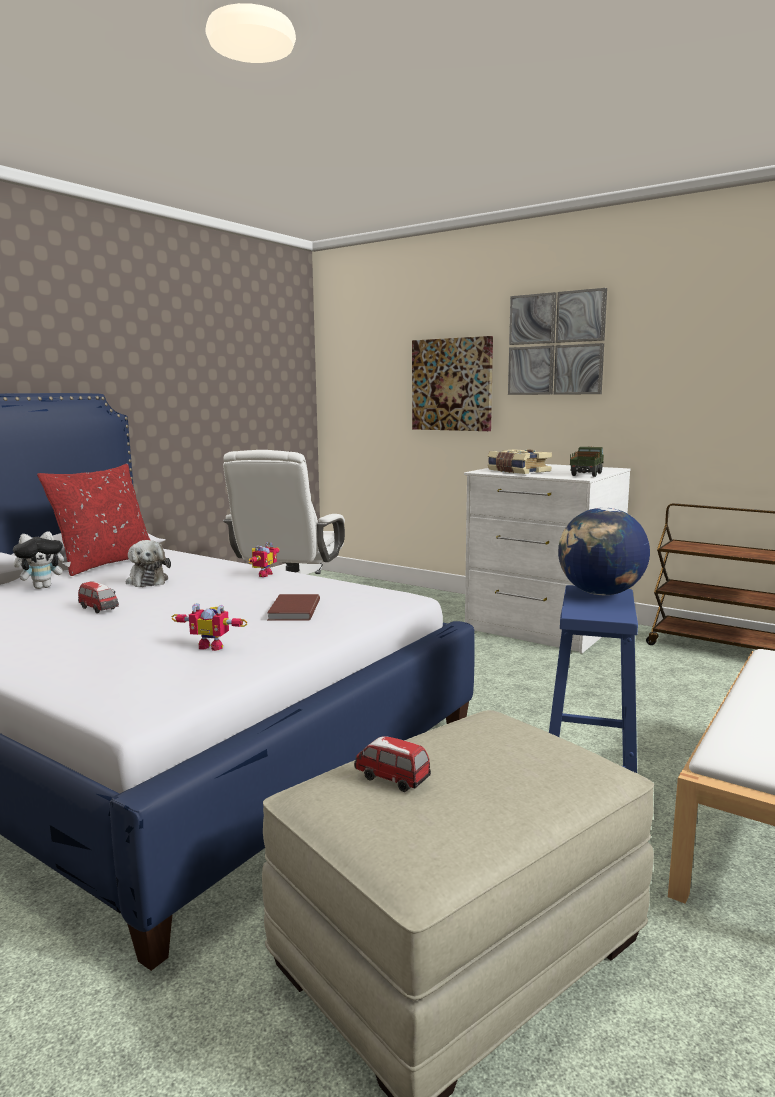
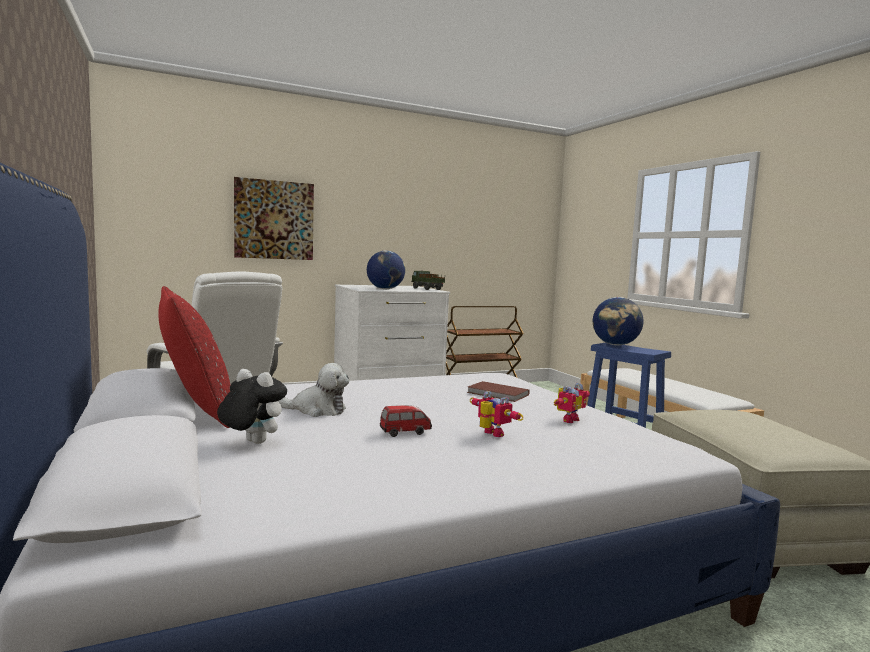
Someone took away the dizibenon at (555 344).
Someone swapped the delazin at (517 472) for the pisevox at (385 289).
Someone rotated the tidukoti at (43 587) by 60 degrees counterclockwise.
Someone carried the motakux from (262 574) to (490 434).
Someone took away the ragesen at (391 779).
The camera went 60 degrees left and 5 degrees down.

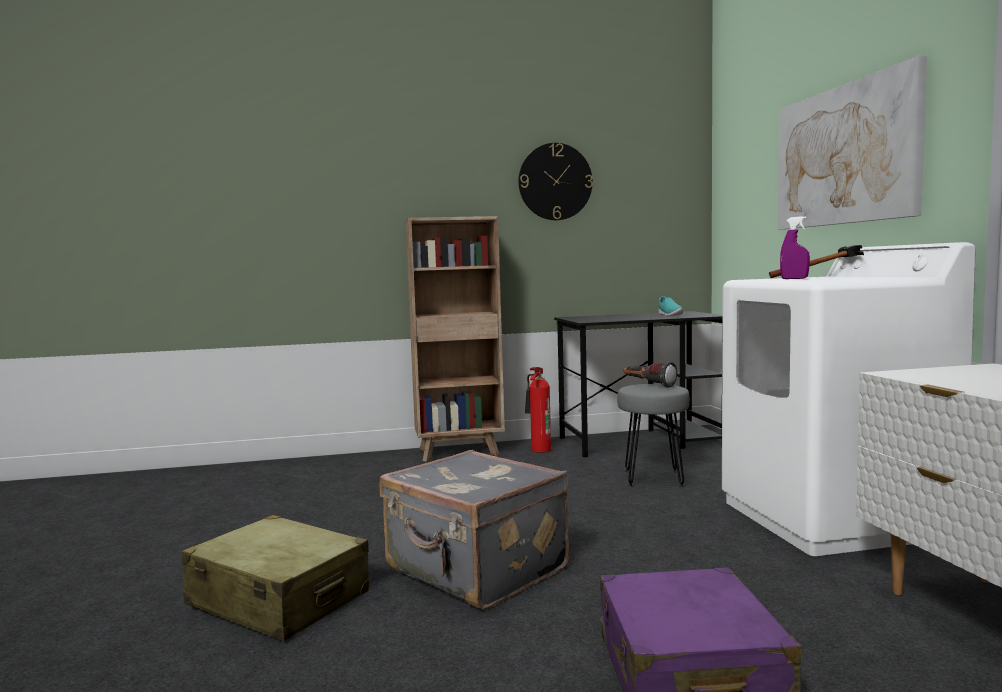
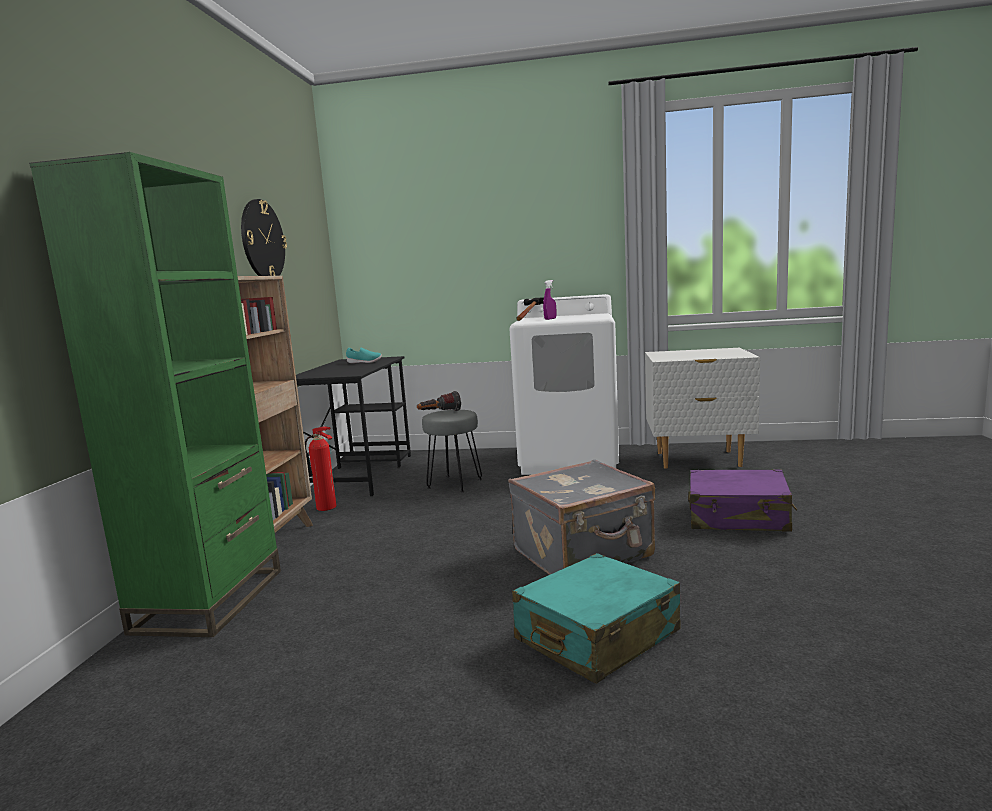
Someone took away the dizibenon at (844 155).
Someone repainted the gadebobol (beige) at (279 599), which became the gadebobol (turquoise) at (596 636).
Someone put down the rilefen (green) at (210 600).
The camera went 70 degrees left and 5 degrees up.

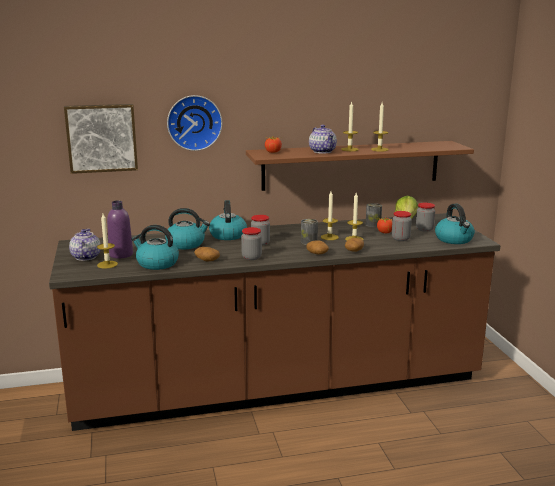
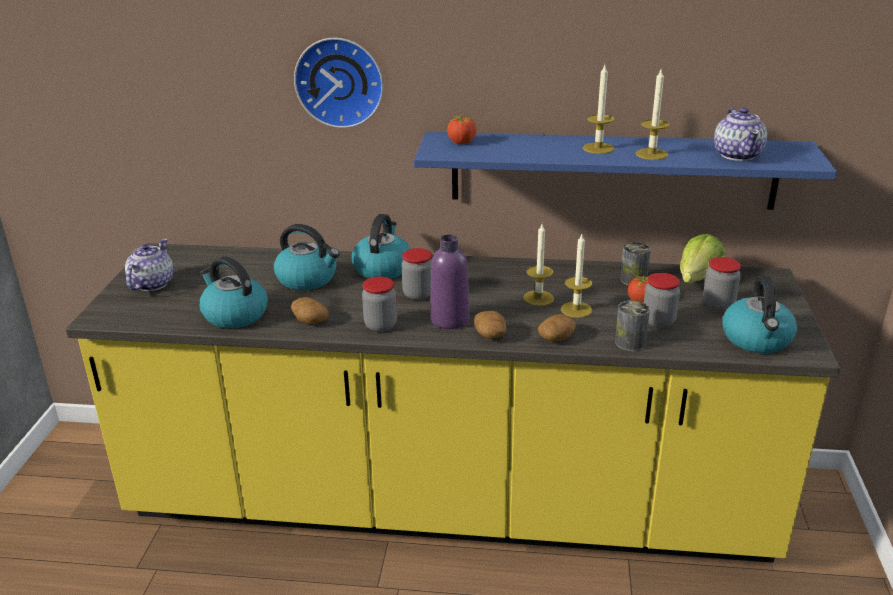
Someone took away the dizibenon at (101 138).
Someone carried the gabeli from (322 151) to (737 155).
Someone repainted the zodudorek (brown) at (351 165), which became the zodudorek (blue) at (612 170).
Someone carried the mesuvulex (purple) from (121 254) to (450 320).
Someone repainted the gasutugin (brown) at (277 386), which became the gasutugin (yellow) at (449 503).
Someone took away the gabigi at (107 264).
Someone carried the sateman from (309 242) to (630 343).
The camera went 20 degrees right and 10 degrees up.

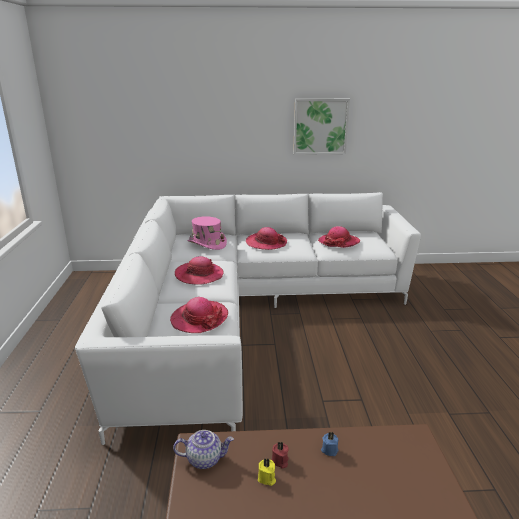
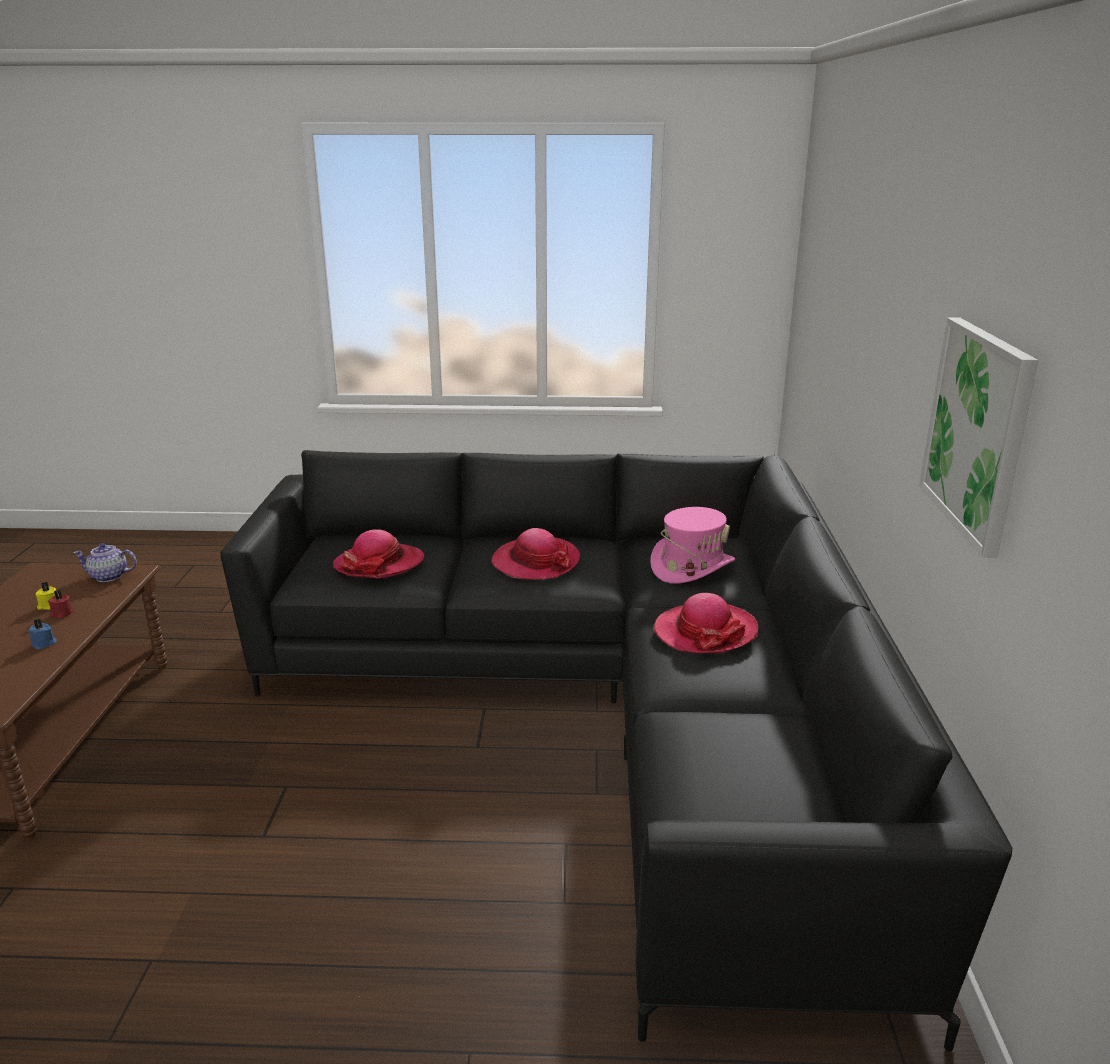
Someone repainted the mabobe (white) at (244 312), which became the mabobe (black) at (607 714).
Someone took away the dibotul at (339 242).
Someone rotated the gabeli at (205 459) by 90 degrees clockwise.
The camera went 95 degrees right and 0 degrees up.

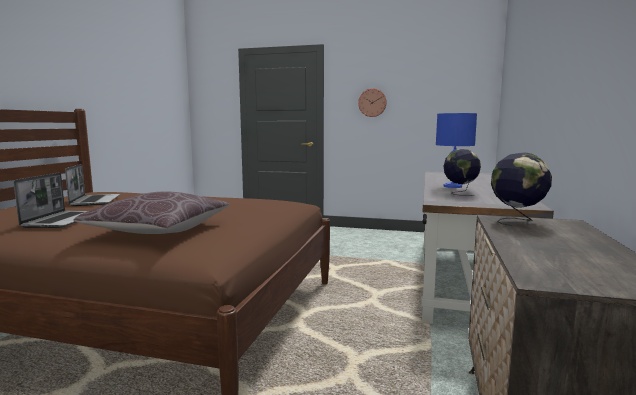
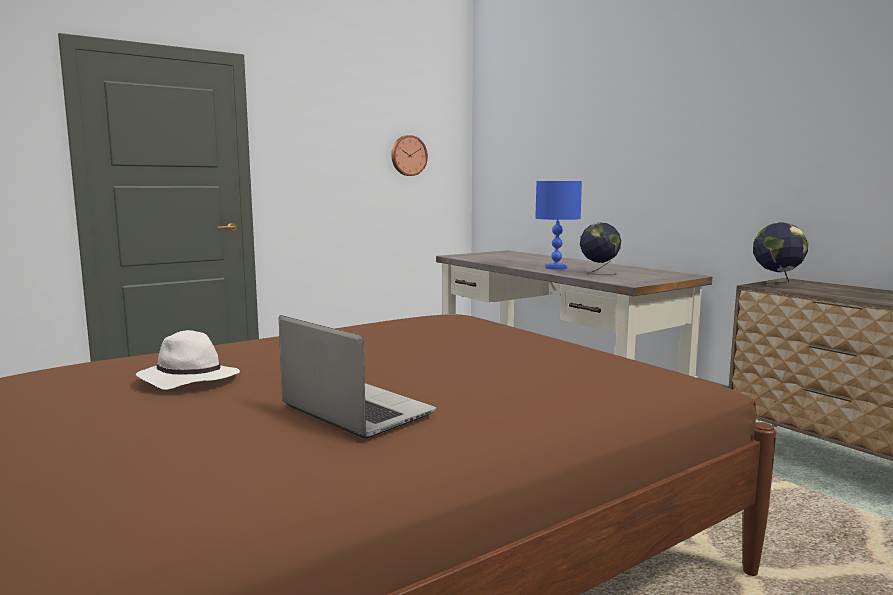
Someone carried the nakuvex from (372 102) to (408 155).
Someone swapped the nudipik at (95 201) for the dibotul (white) at (188 380).
Someone took away the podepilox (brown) at (159 230).
The camera went 50 degrees left and 0 degrees up.

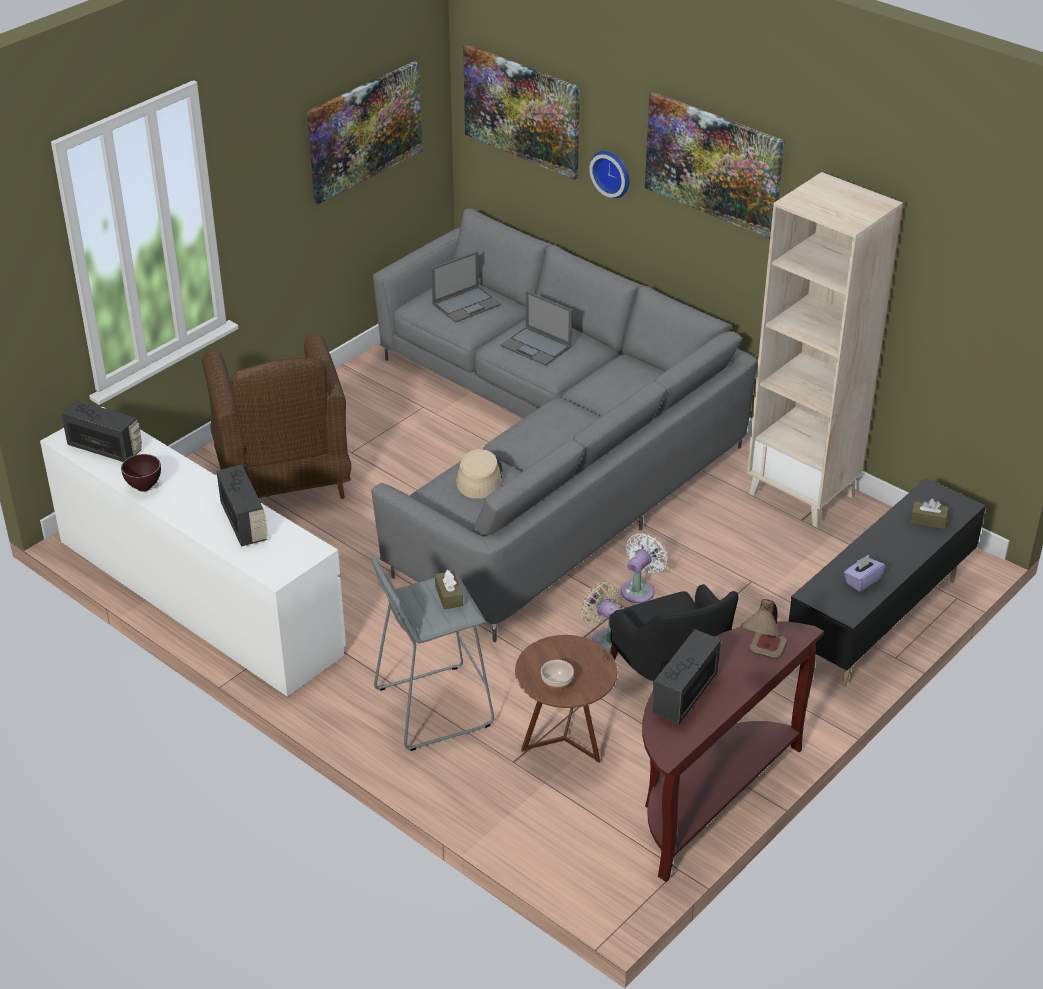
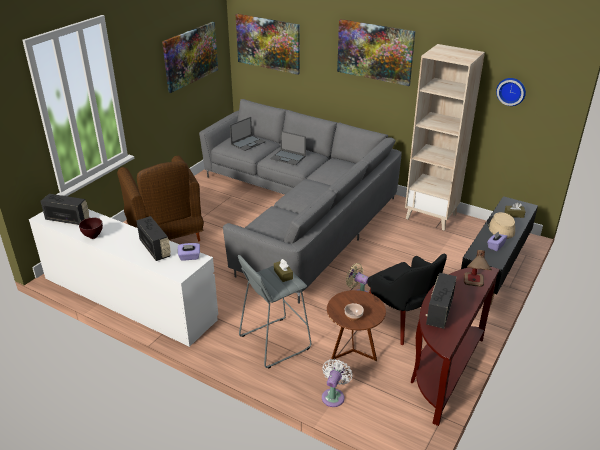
Someone carried the nakuvex from (612 172) to (511 91).
Someone carried the dibotul (beige) from (479 477) to (500 228).
Someone carried the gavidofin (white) from (639 589) to (334 396).
Someone put down the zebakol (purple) at (189 257).
The camera went 10 degrees left and 5 degrees down.

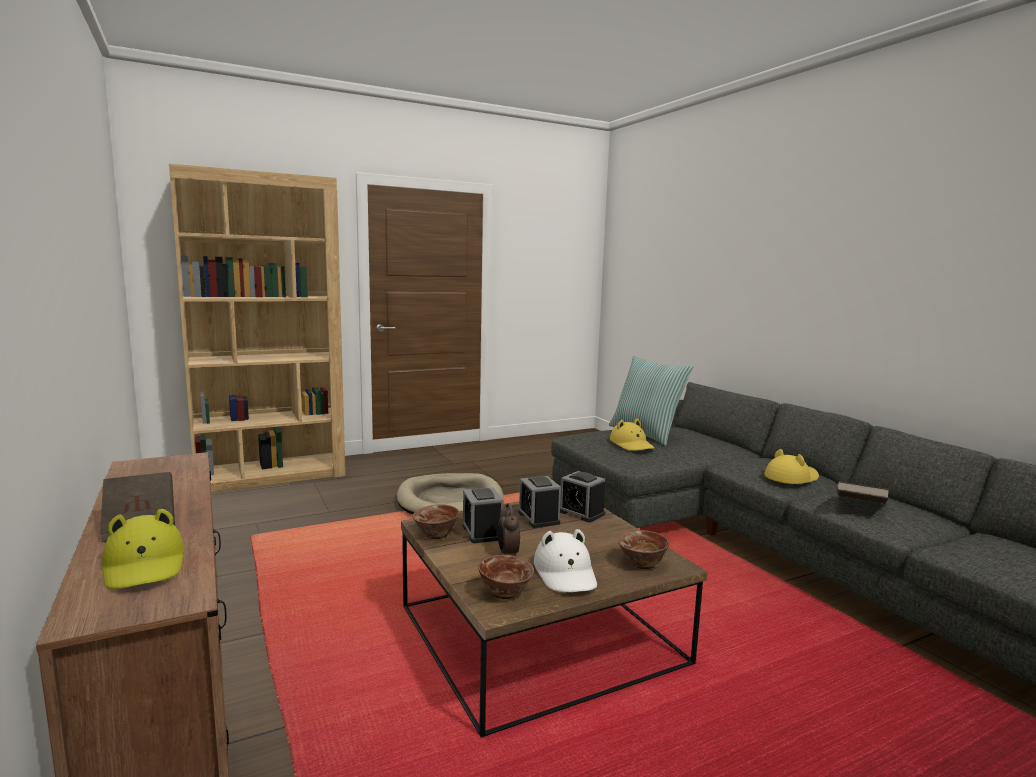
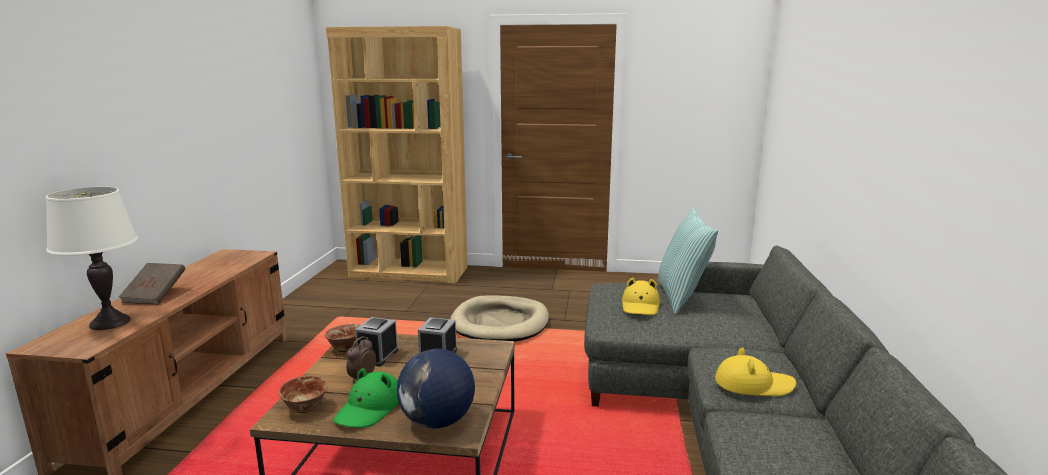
Someone took away the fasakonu at (581 512).
Someone took away the delazin (brown) at (859 507).
Someone swapped the dibotul (yellow) at (145 565) for the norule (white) at (110 322).
Someone repainted the dibotul (white) at (566 573), which became the dibotul (green) at (369 408).
Someone swapped the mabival at (642 564) for the pisevox at (437 422).
The camera went 35 degrees right and 5 degrees up.

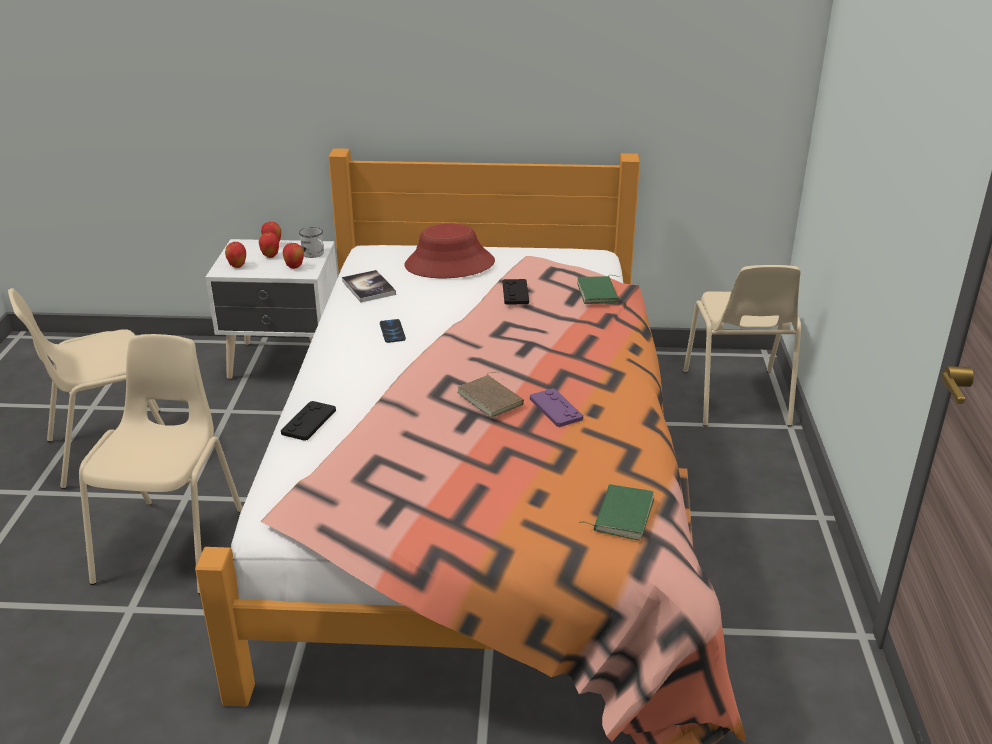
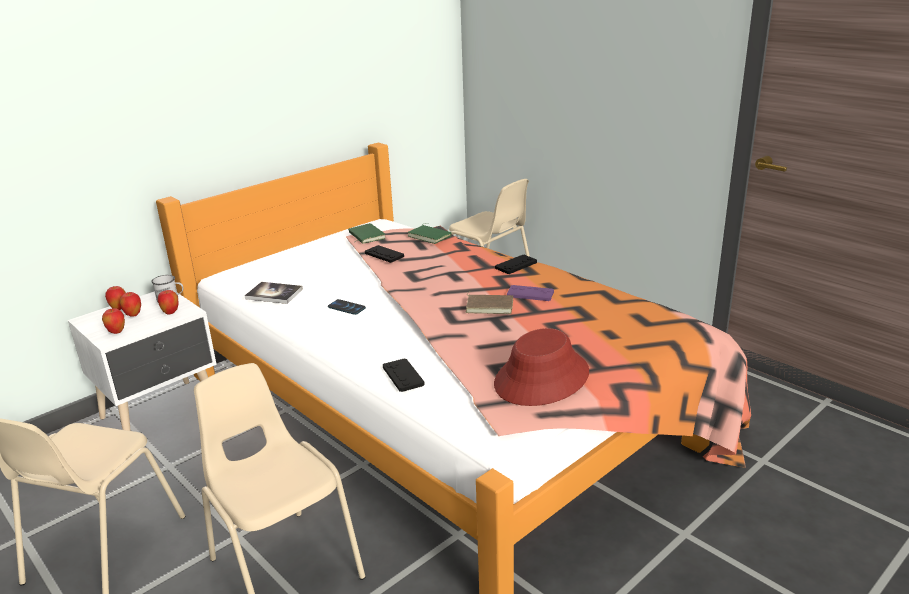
Someone carried the dibotul (red) from (449 264) to (542 378).
Someone carried the delazin (green) from (621 514) to (365 236).
Someone put down the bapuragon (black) at (516 265).
The camera went 45 degrees left and 5 degrees down.

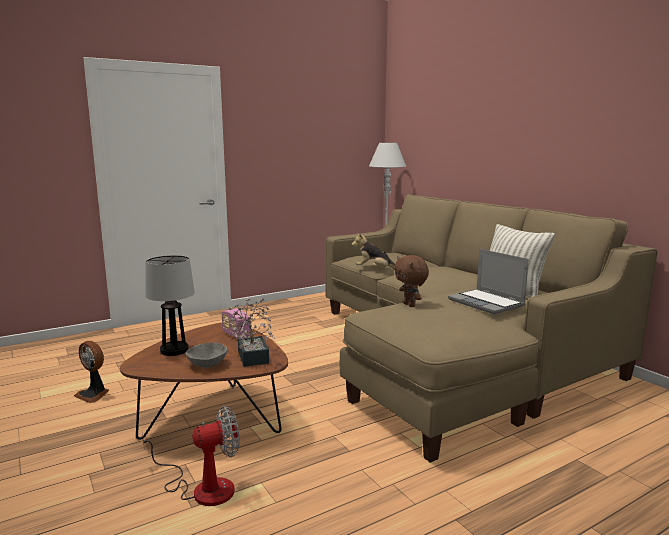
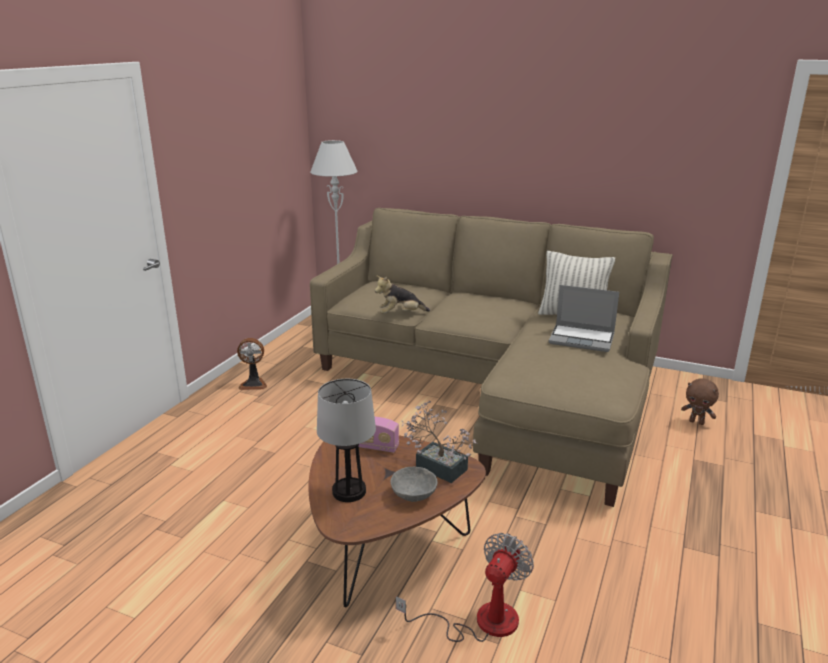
Someone carried the tidukoti (brown) from (410 305) to (697 422).
Someone carried the gavidofin from (93 394) to (254 384).
The camera went 35 degrees left and 10 degrees up.

